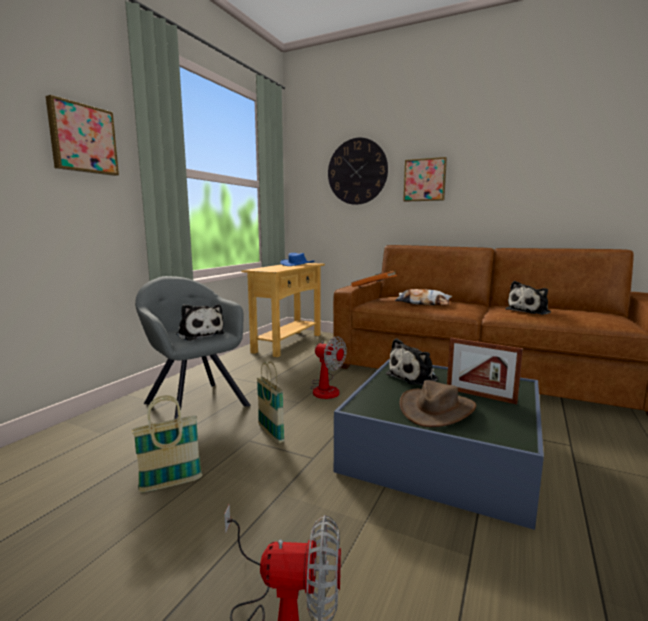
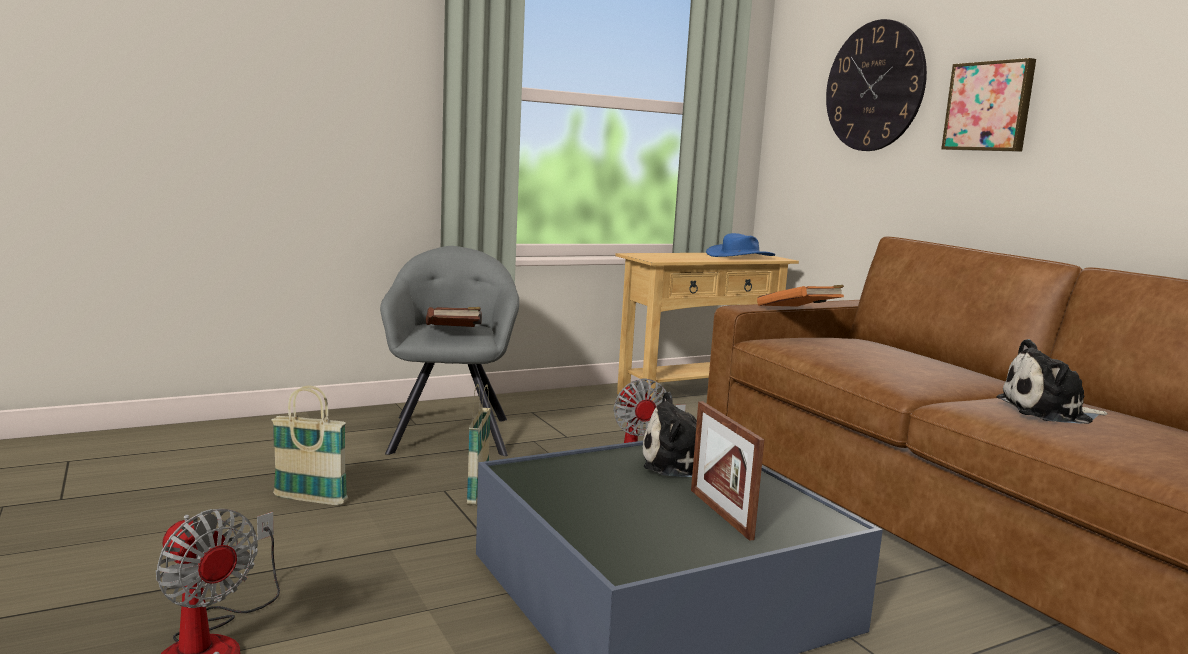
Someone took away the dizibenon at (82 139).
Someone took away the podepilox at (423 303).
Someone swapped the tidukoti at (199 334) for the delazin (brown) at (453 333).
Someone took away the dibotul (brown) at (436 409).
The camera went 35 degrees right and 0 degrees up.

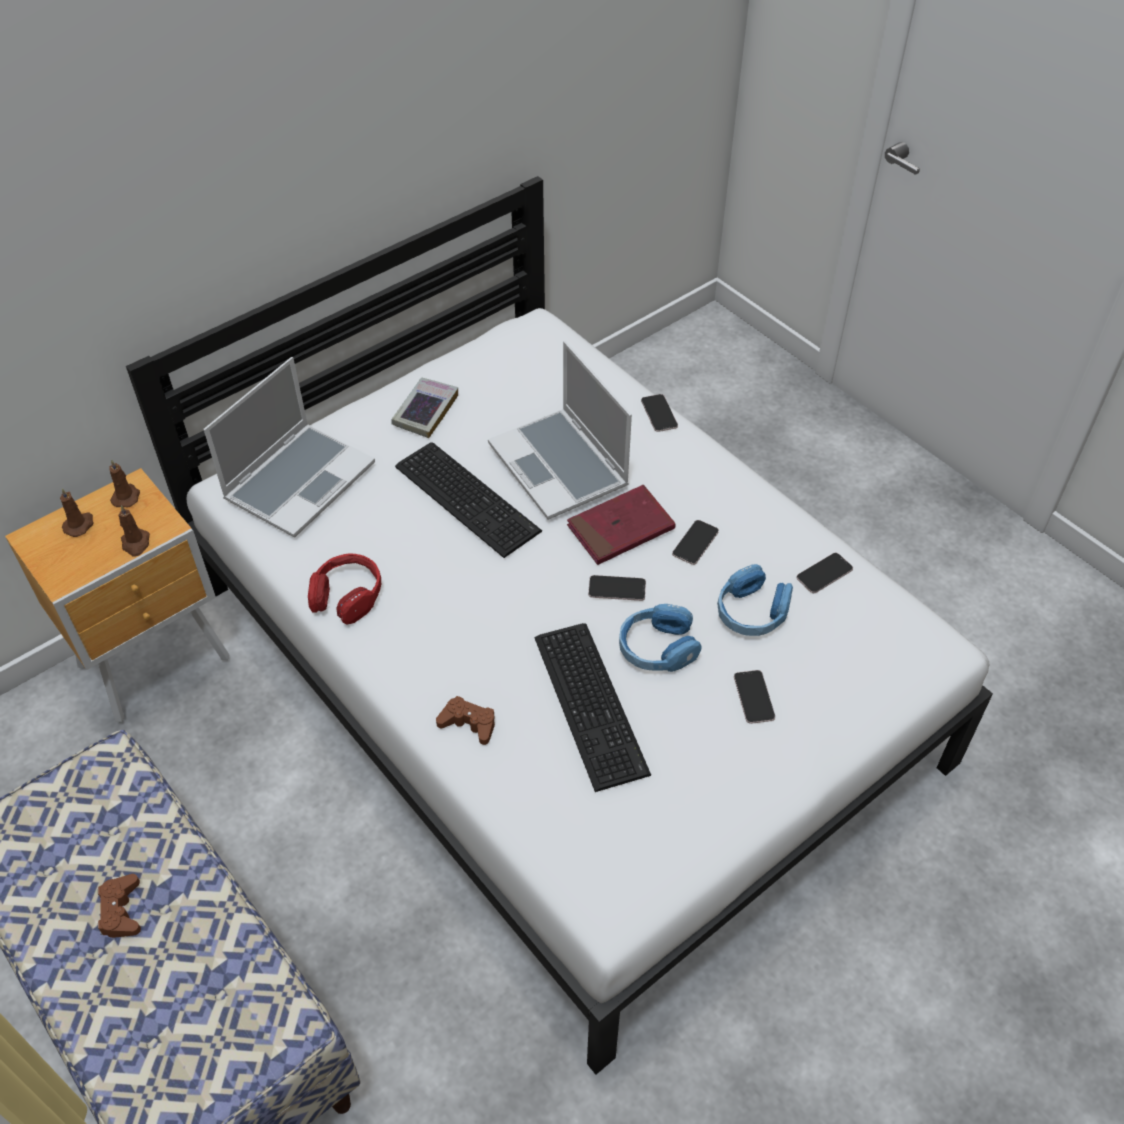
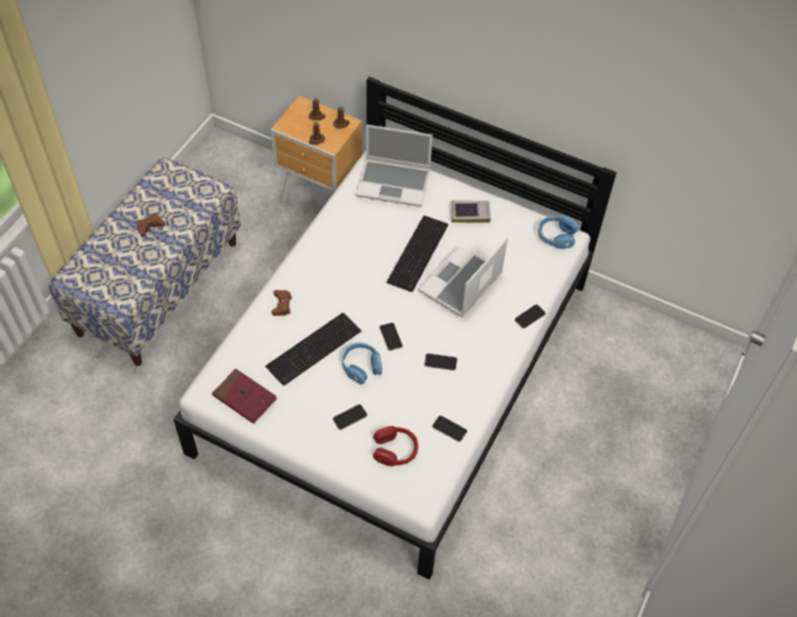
Someone carried the delazin (red) from (620 528) to (244 397).
Someone carried the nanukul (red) from (347 596) to (395 450).
Someone carried the nanukul (blue) from (752 612) to (556 236).
The camera went 65 degrees right and 5 degrees up.

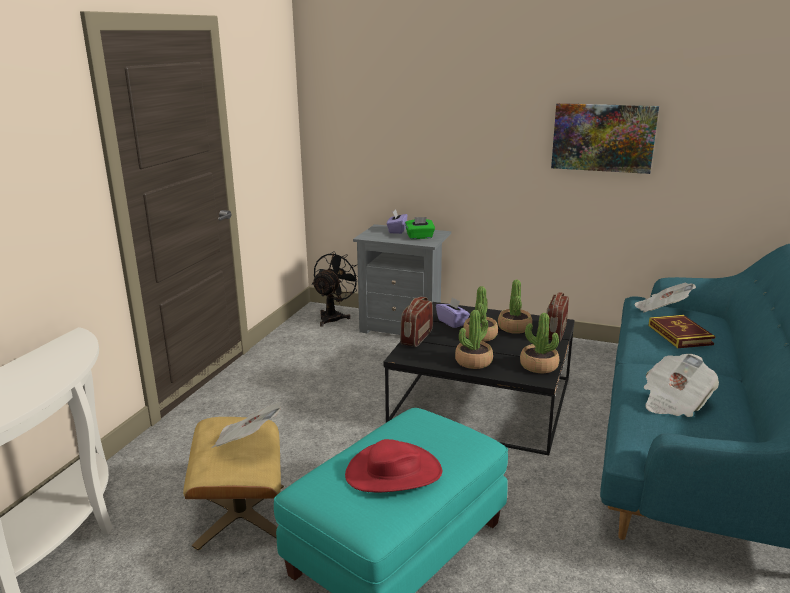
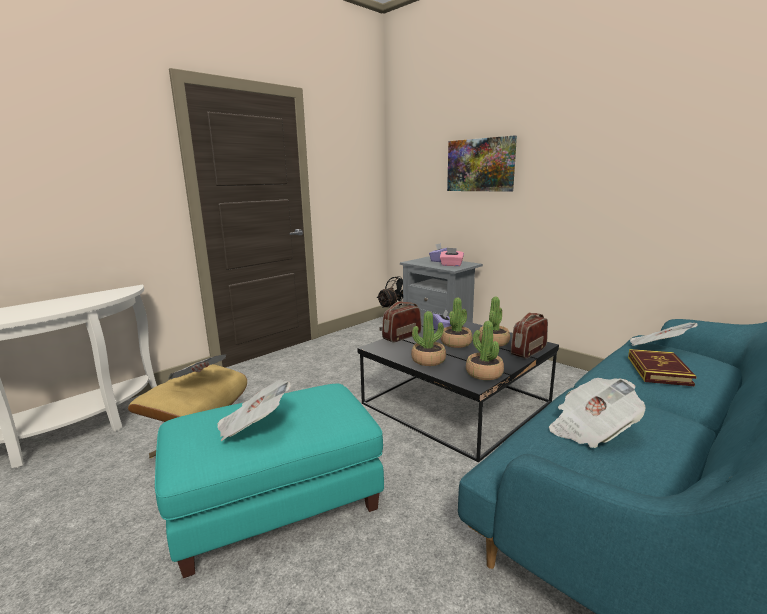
Someone carried the dizibenon from (603 137) to (480 165).
Someone repainted the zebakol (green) at (420 237), which became the zebakol (pink) at (451 265).
Someone swapped the dibotul (red) at (393 473) for the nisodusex at (253 426).
The camera went 25 degrees right and 5 degrees down.

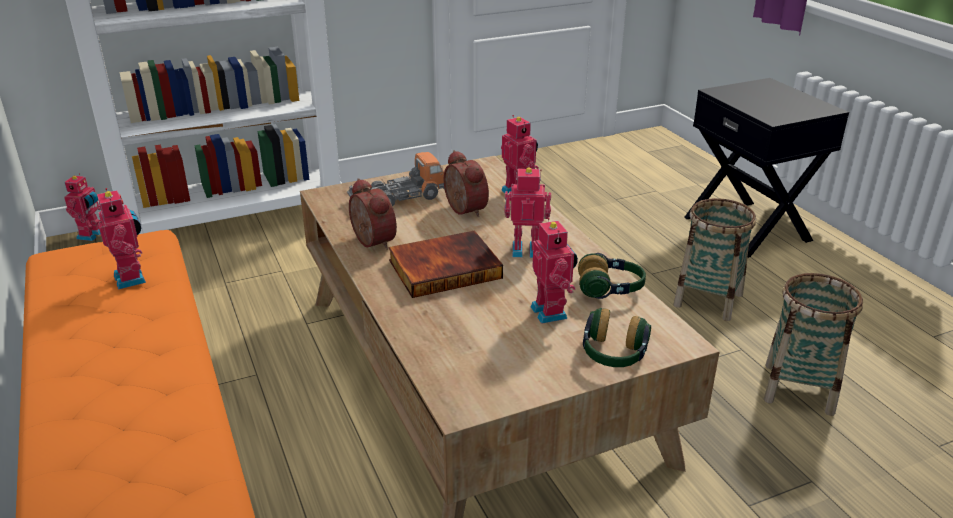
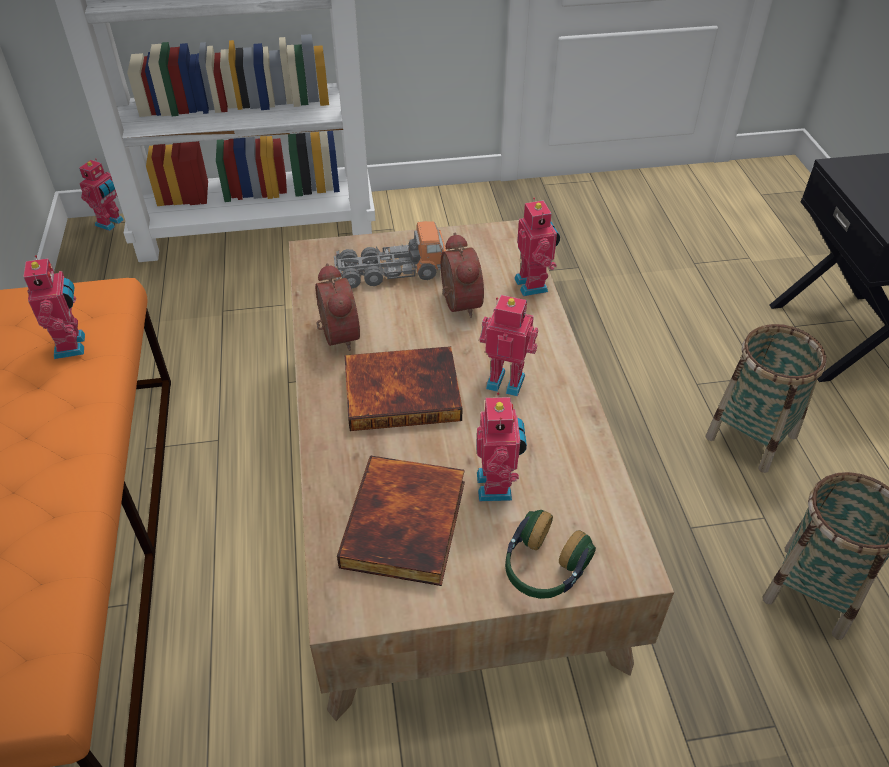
Someone took away the nanukul at (610 289).
Someone put down the delazin at (407 525).
The camera went 15 degrees right and 15 degrees up.

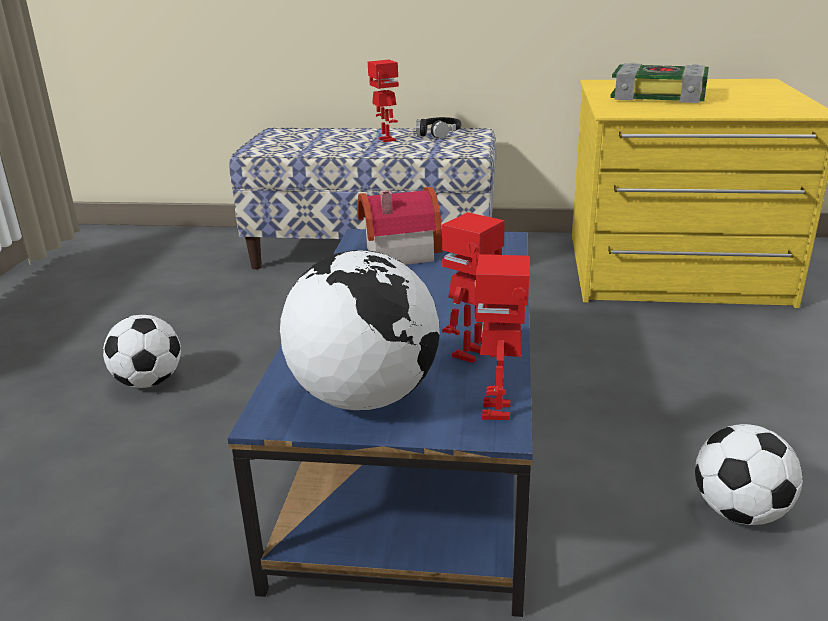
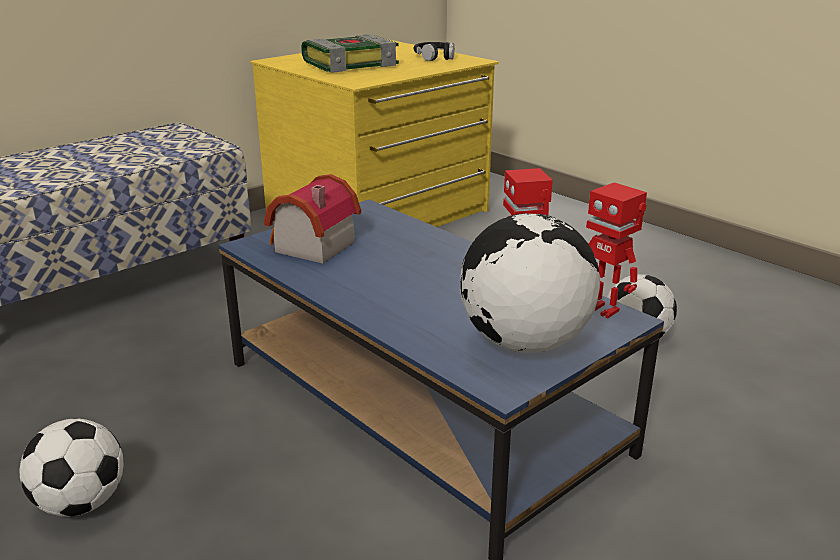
Someone took away the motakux at (386 140).
Someone carried the nanukul (black) from (438 134) to (434 57).
The camera went 50 degrees left and 0 degrees up.

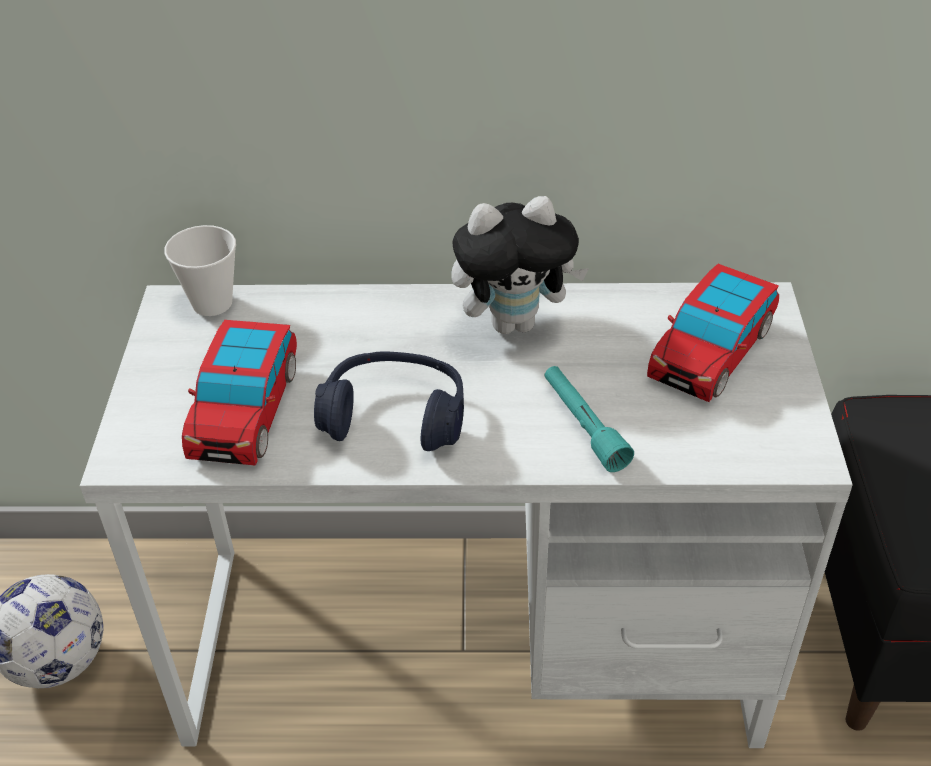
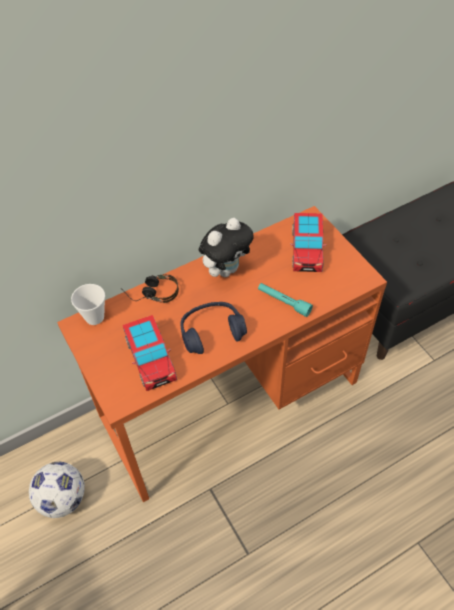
Someone repainted the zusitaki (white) at (473 644), which became the zusitaki (orange) at (230 399).
Someone put down the nanukul at (151 293).
The camera went 30 degrees left and 10 degrees up.

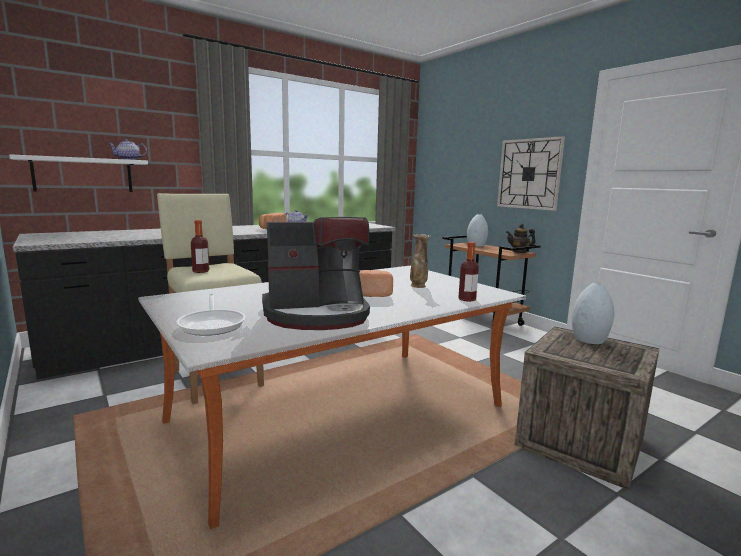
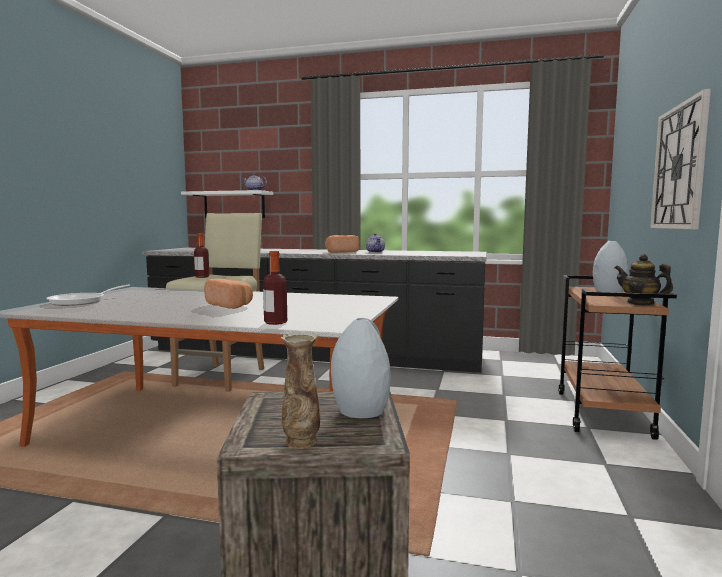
Someone took away the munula at (317 314).
Someone carried the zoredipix from (418 286) to (301 442).
The camera went 50 degrees right and 5 degrees down.

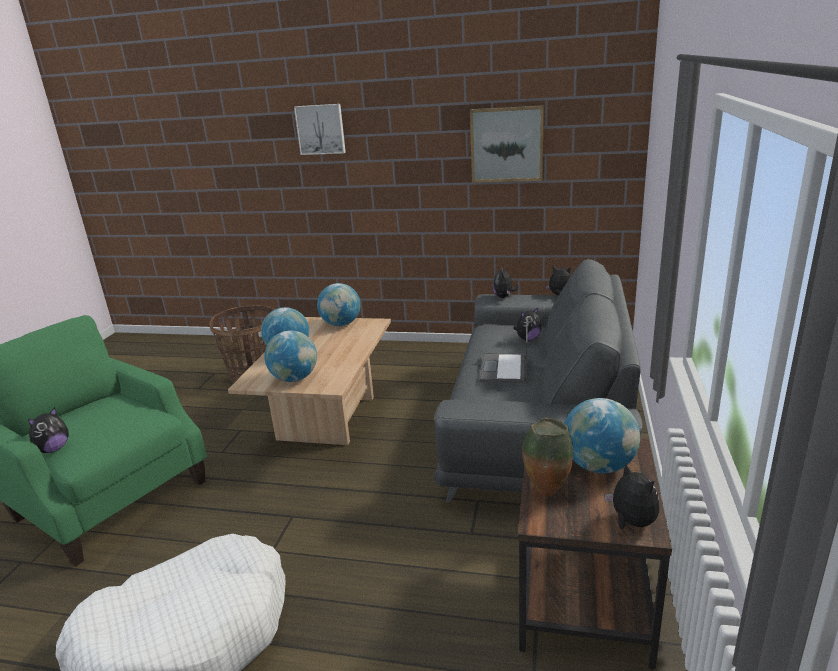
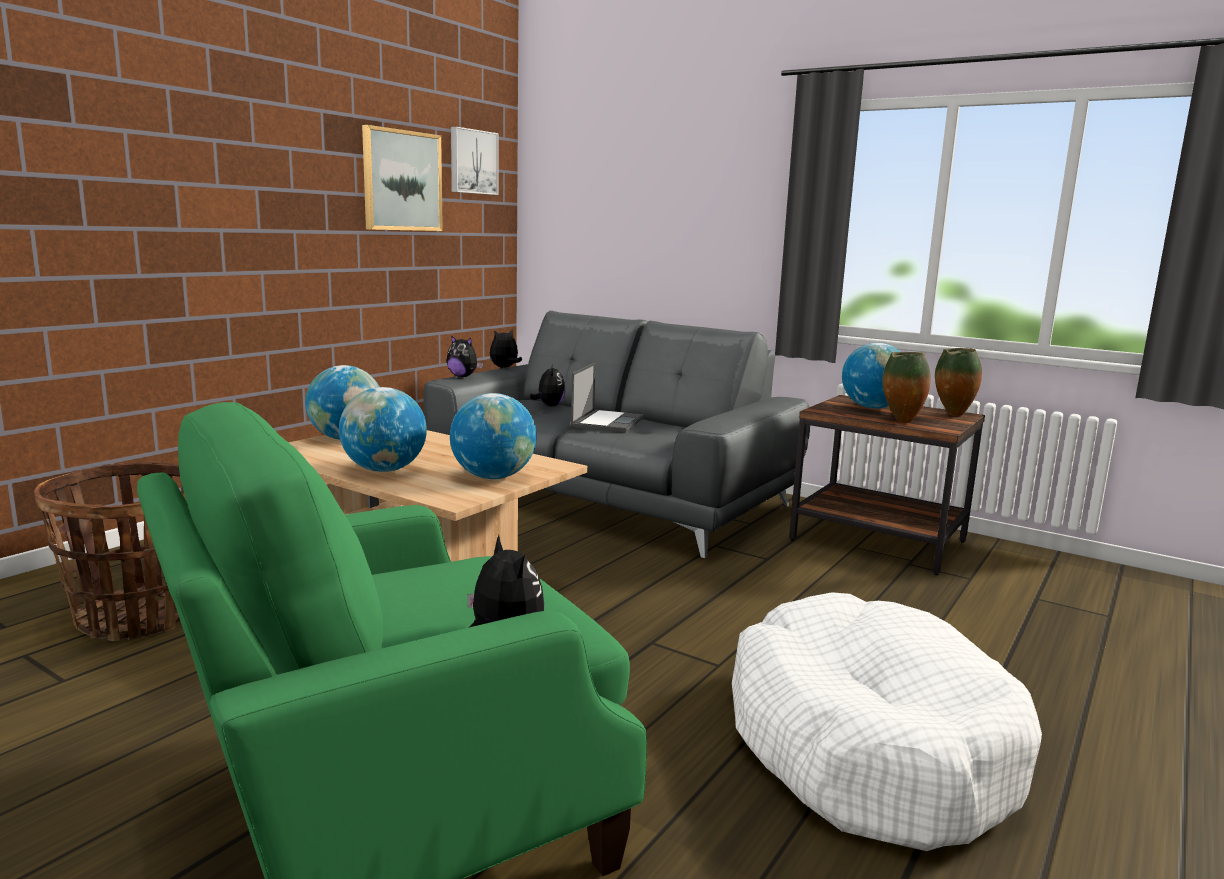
Someone carried the dizibenon from (321 129) to (472 162).
Someone rotated the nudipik at (504 369) by 105 degrees counterclockwise.
Someone swapped the tidukoti at (631 522) for the zoredipix at (952 415).
The camera went 70 degrees left and 10 degrees down.

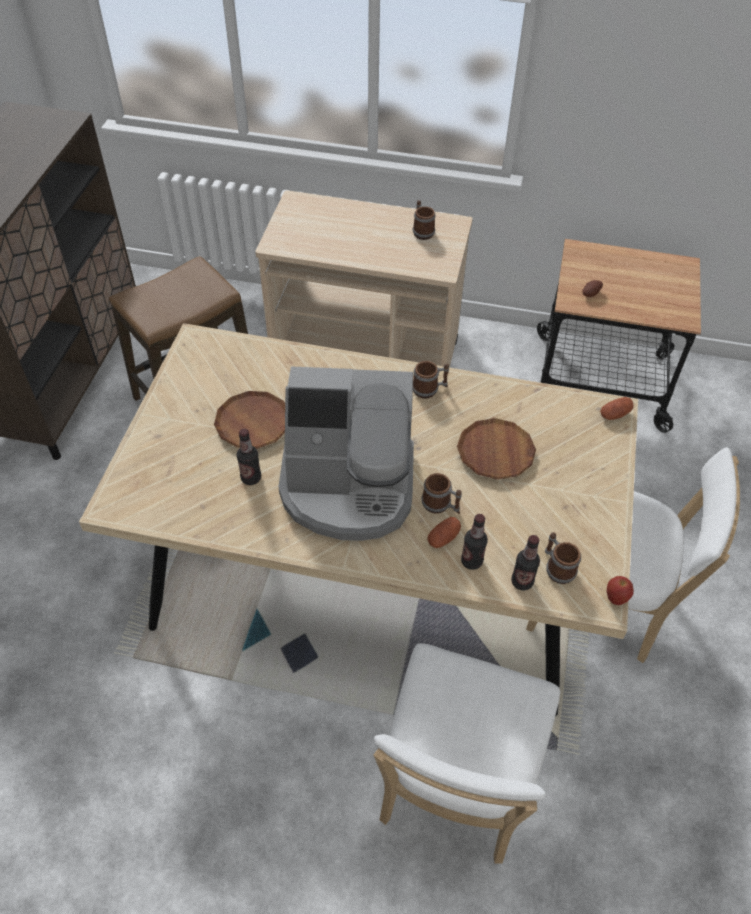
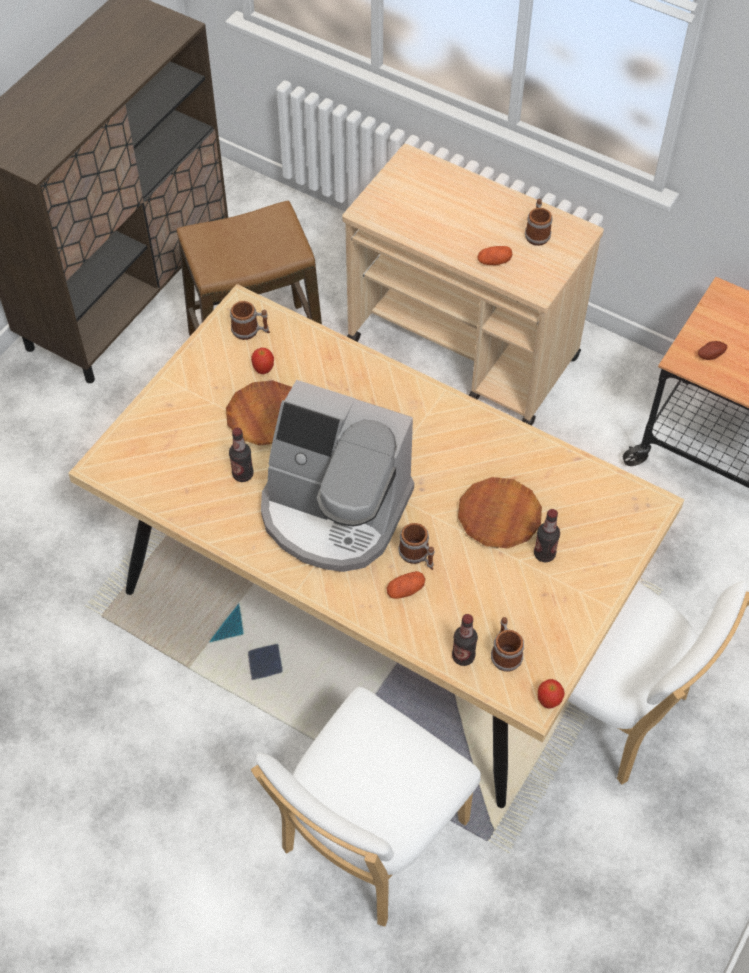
Someone carried the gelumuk from (429 389) to (250 331).
Someone carried the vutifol from (615 414) to (494 261).
Someone carried the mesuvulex from (471 561) to (544 554).
Someone put down the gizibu at (263 370).
The camera went 20 degrees right and 5 degrees up.

